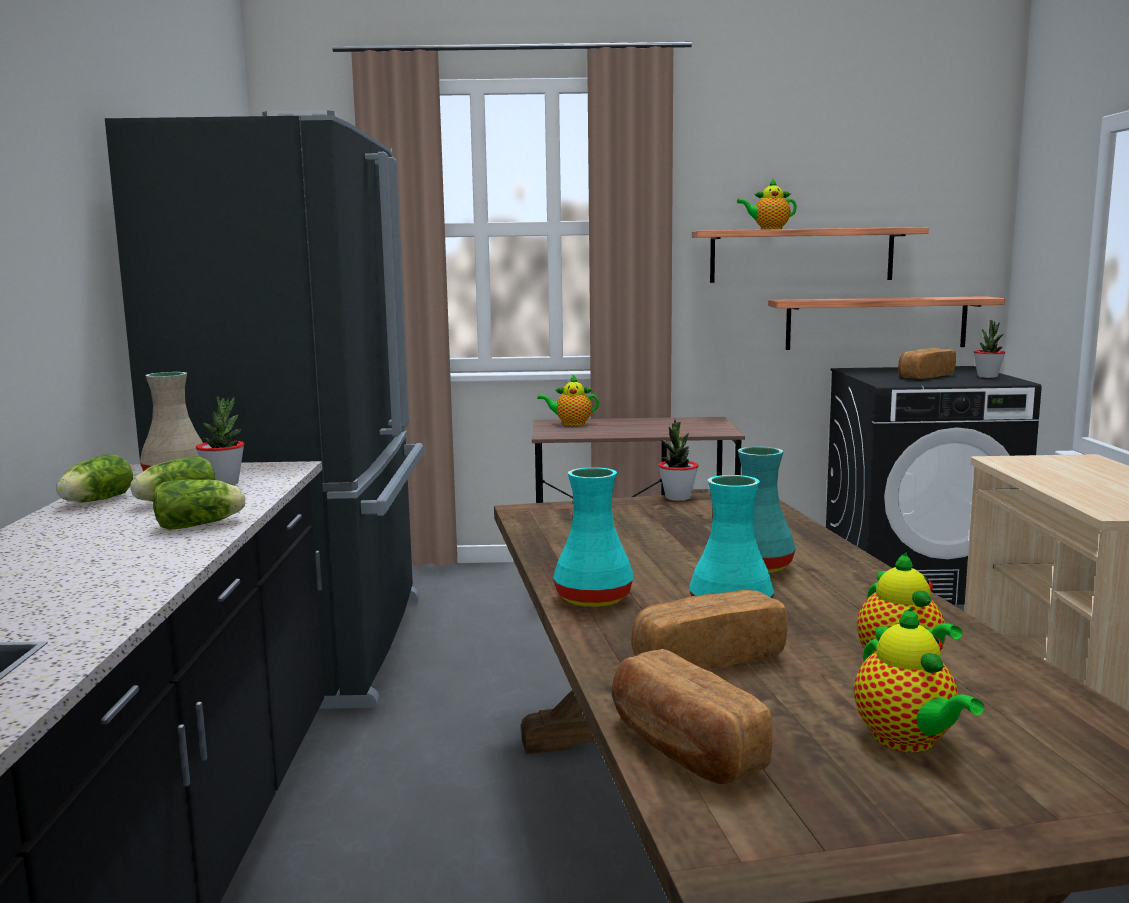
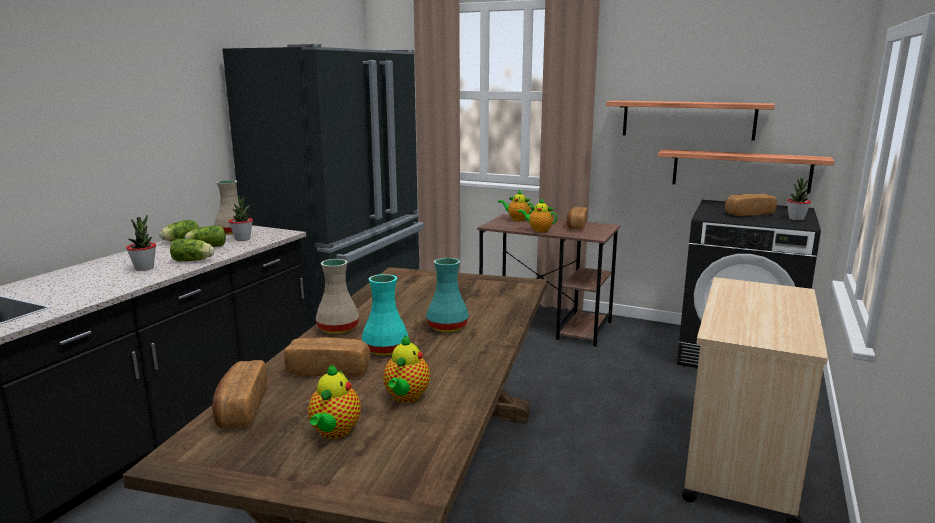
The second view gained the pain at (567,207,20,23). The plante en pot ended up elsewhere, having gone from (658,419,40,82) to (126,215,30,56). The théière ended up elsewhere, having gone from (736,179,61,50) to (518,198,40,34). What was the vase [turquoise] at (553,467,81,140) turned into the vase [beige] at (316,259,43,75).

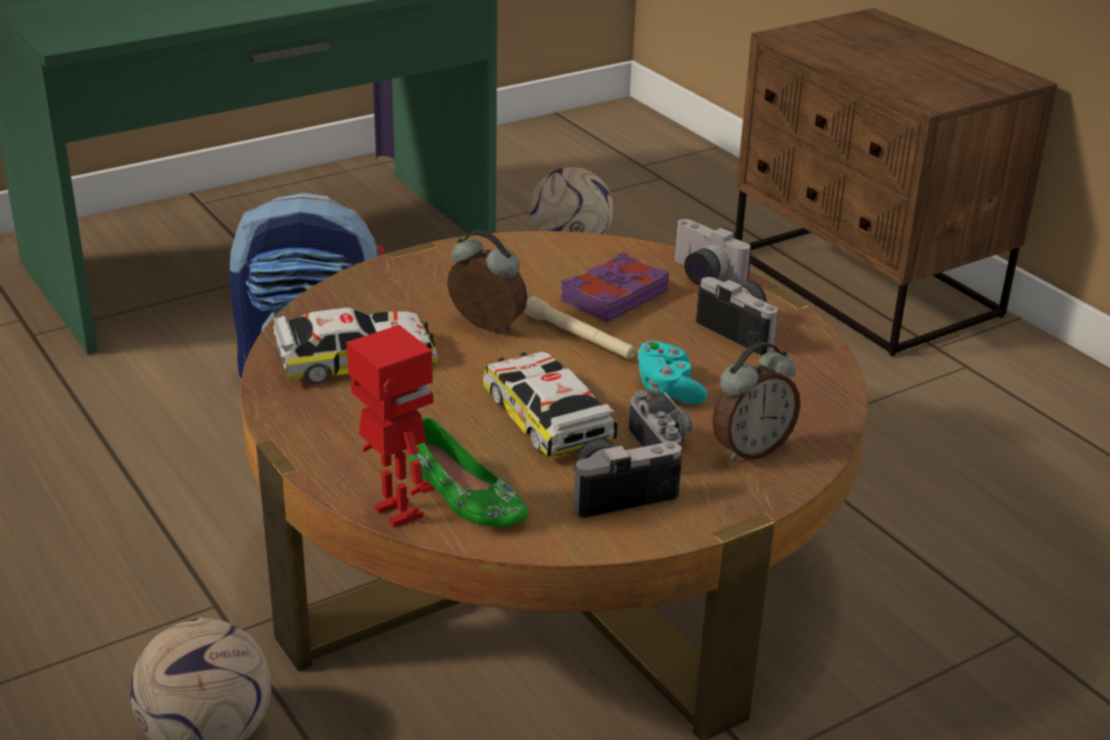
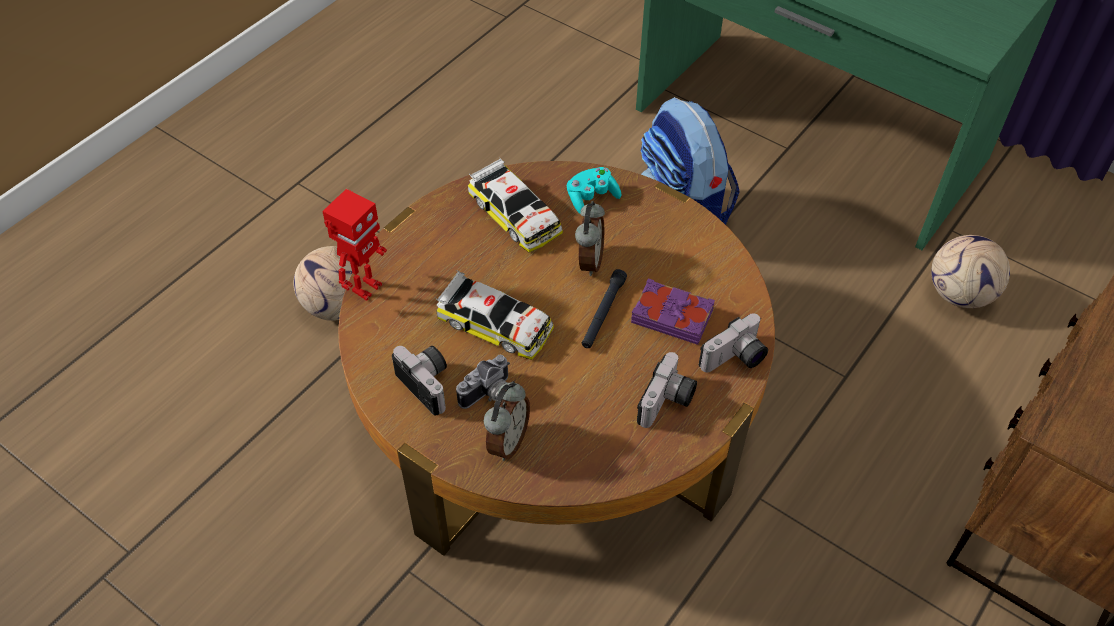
The second view lost the chaussure [vert] at (409,417,119,110). The manette [turquoise] ended up elsewhere, having gone from (637,340,71,64) to (567,167,54,47). What was the lampe de poche [beige] at (524,296,112,64) turned into the lampe de poche [noir] at (582,269,45,79). The petite voiture at (483,352,135,105) ended up facing another way, 75 degrees clockwise from before. The appareil photo at (675,219,76,66) ended up facing another way, 150 degrees counterclockwise from before. The réveil at (712,342,89,120) ended up facing another way, 105 degrees counterclockwise from before.

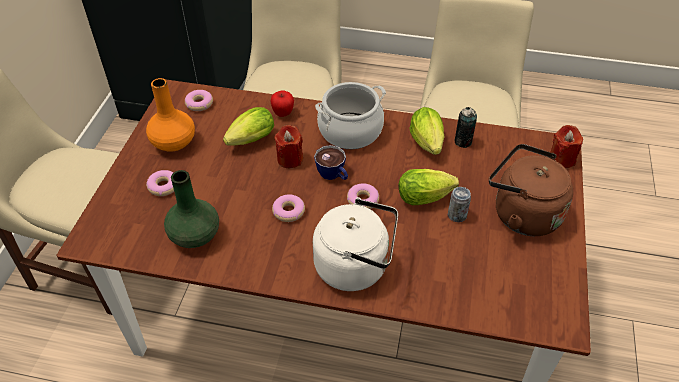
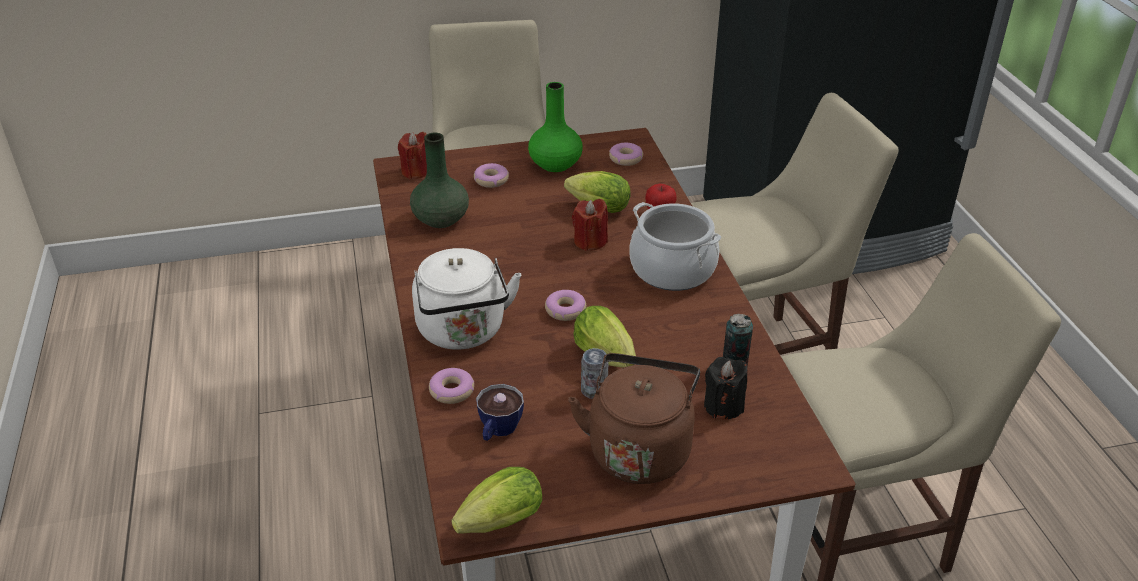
The second view gained the bougie [noir] at (704,357,44,62). The beignet ended up elsewhere, having gone from (272,194,33,28) to (429,368,45,36). The tasse ended up elsewhere, having gone from (314,145,34,35) to (476,384,48,57). The laitue ended up elsewhere, having gone from (409,107,36,48) to (451,467,91,66). The bougie [rouge] ended up elsewhere, having gone from (551,125,32,43) to (398,132,29,47). What was the vase [orange] at (146,78,49,73) turned into the vase [vert] at (528,82,55,90).

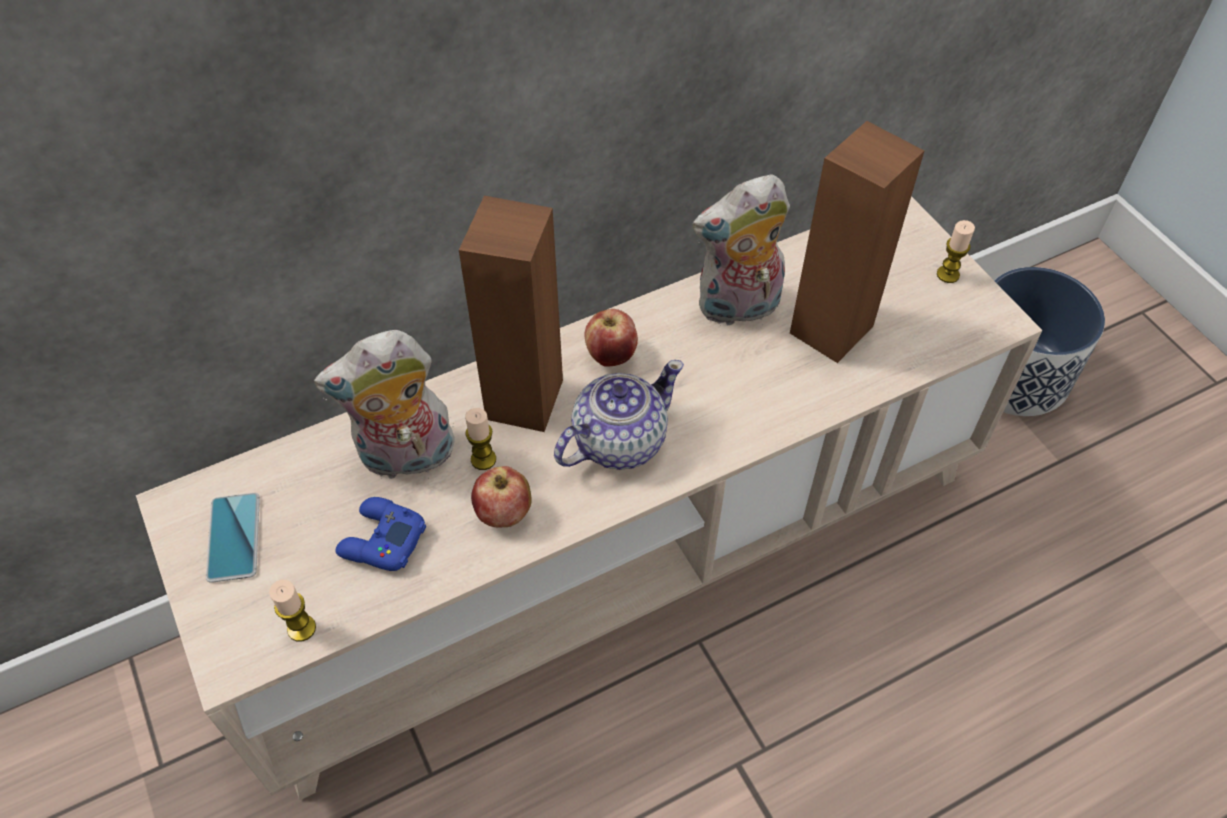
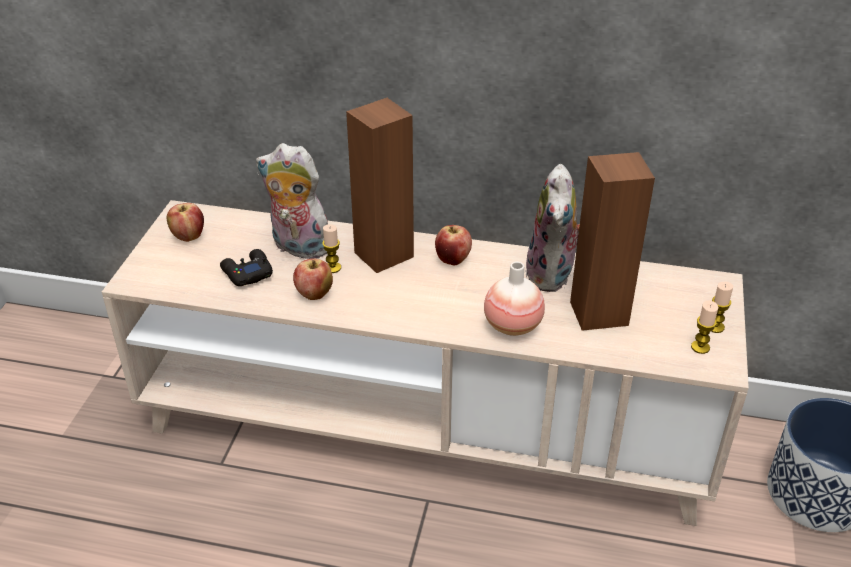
The second view lost the théière at (554,360,130,110). The second view gained the vase at (484,262,61,74). The bougie ended up elsewhere, having gone from (269,580,47,62) to (691,301,27,53). Where the téléphone stood at (206,493,54,90), the pomme came to stand at (167,203,37,39). What was the manette [bleu] at (336,497,90,74) turned into the manette [noir] at (220,249,53,37). The peluche at (692,174,98,152) ended up facing another way, 105 degrees counterclockwise from before.

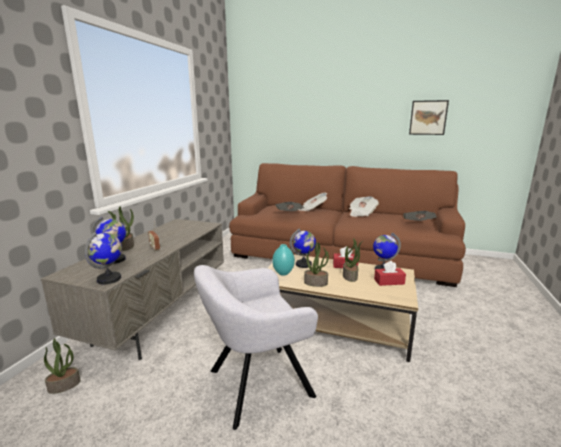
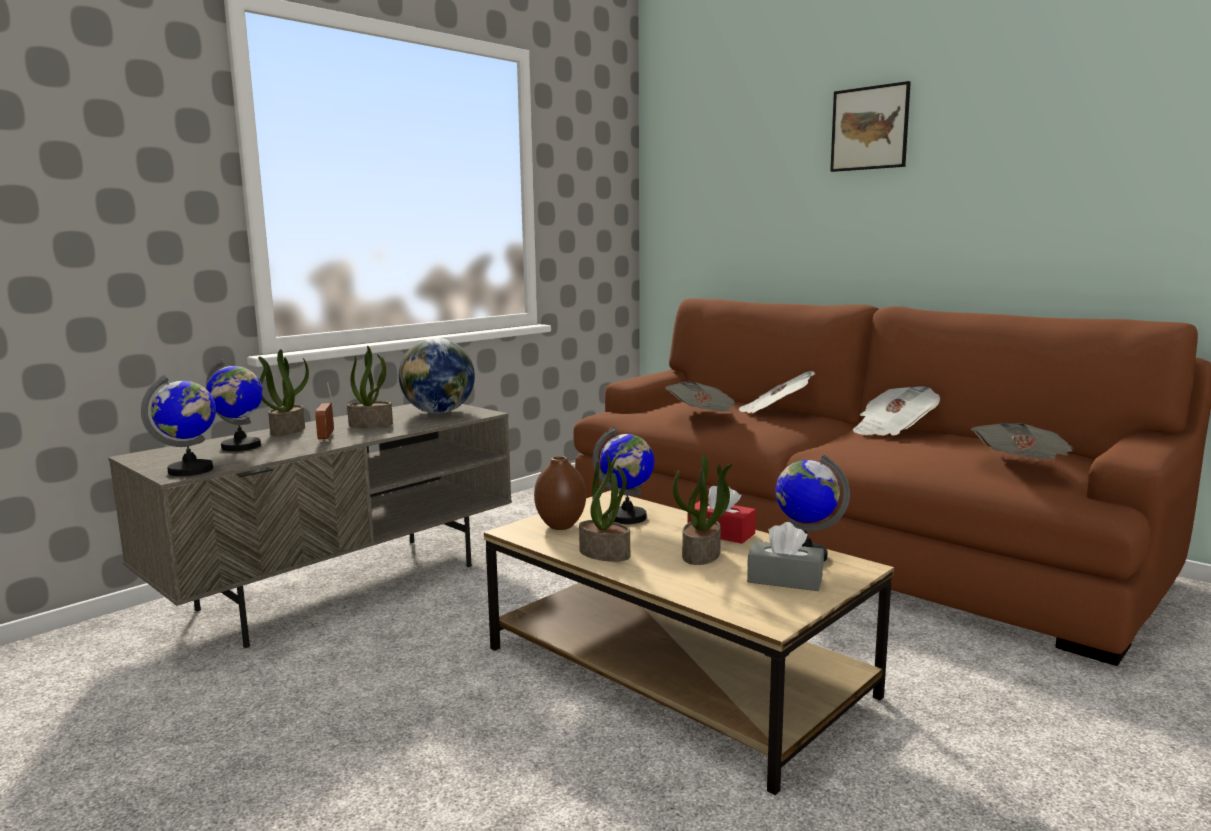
The second view lost the fauteuil [gris] at (194,265,124,165). The second view gained the globe at (399,338,76,76). The plante en pot ended up elsewhere, having gone from (44,338,37,56) to (347,346,46,82). The tableau ended up elsewhere, having gone from (409,100,40,35) to (830,81,81,91). What was the vase [turquoise] at (272,244,23,32) turned into the vase [marron] at (534,456,52,74). What was the boîte à mouchoirs [rouge] at (374,261,32,25) turned into the boîte à mouchoirs [gris] at (747,522,77,69).

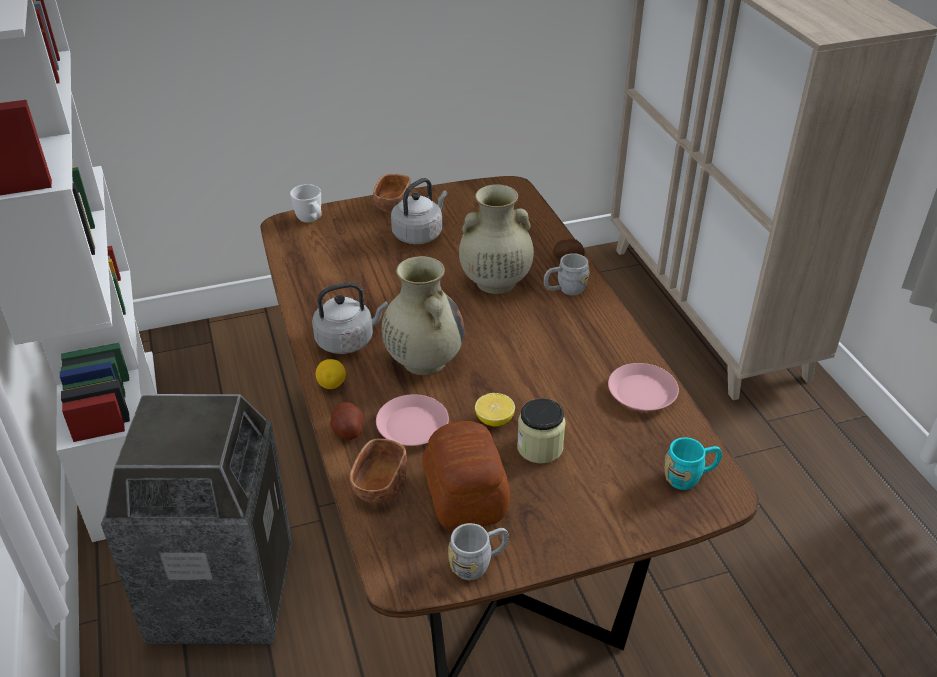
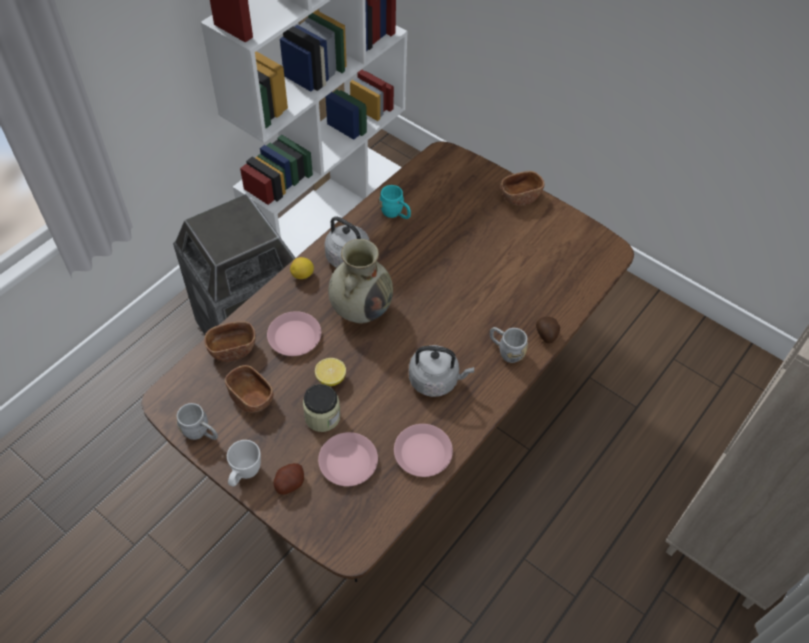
The second view lost the vase [beige] at (459,185,75,109). The second view gained the assiette [rose] at (318,432,60,54). The mug [blanc] ended up elsewhere, having gone from (290,184,32,39) to (227,440,34,47). The pomme de terre ended up elsewhere, having gone from (330,402,33,38) to (274,463,30,32). The bouilloire [gris] ended up elsewhere, having gone from (391,178,56,66) to (409,345,65,52). The mug [turquoise] ended up elsewhere, having gone from (664,437,58,53) to (379,185,32,34). Where the pain stood at (422,421,88,110), the bol [marron] came to stand at (225,365,49,47).

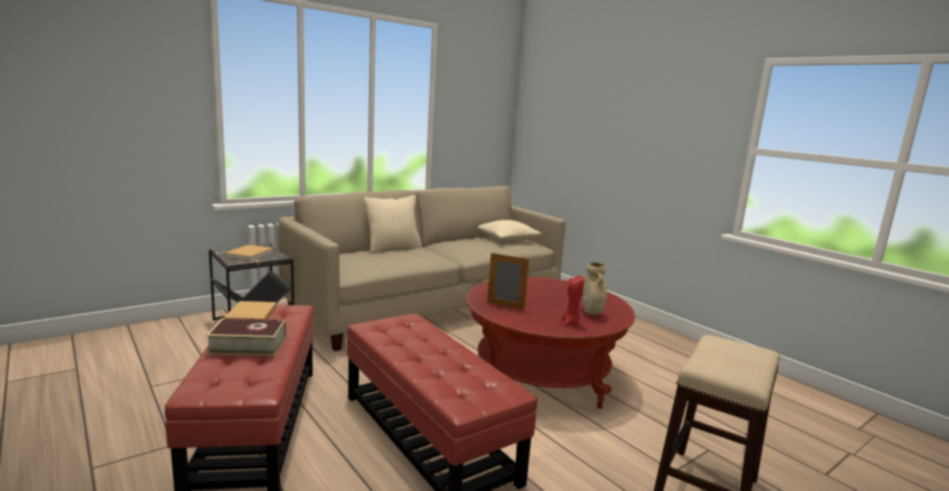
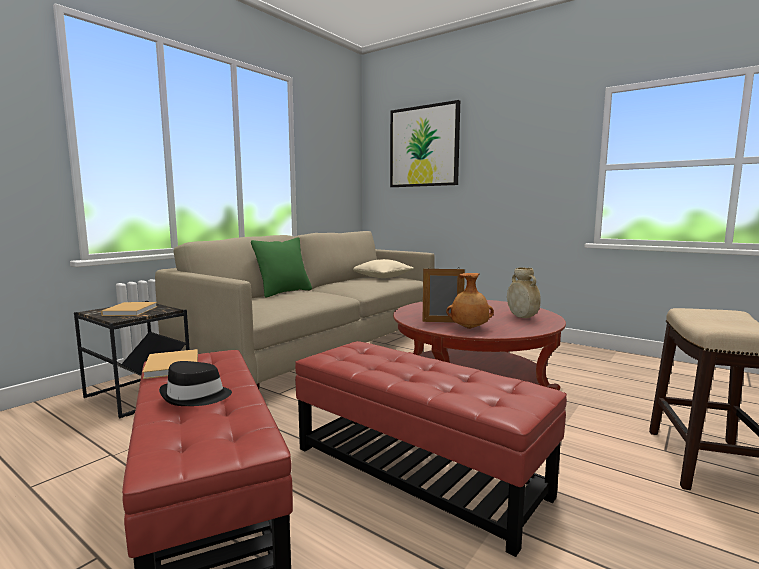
The second view lost the bougie [rouge] at (562,276,22,49). The second view gained the tableau at (390,100,70,87). The second view gained the vase [marron] at (446,273,48,56). Where the livre stood at (206,318,80,38), the chapeau [noir] came to stand at (159,361,73,45). What was the coussin [beige] at (364,195,58,58) turned into the coussin [vert] at (251,237,61,61).

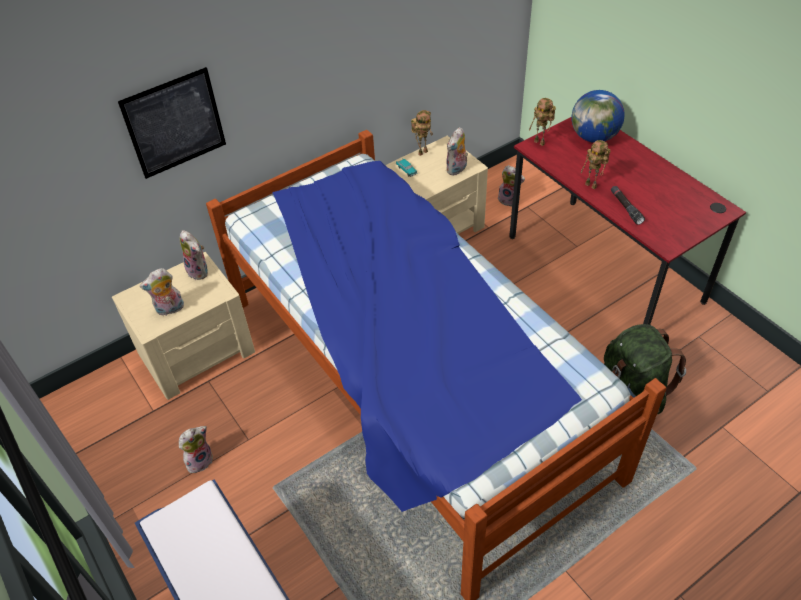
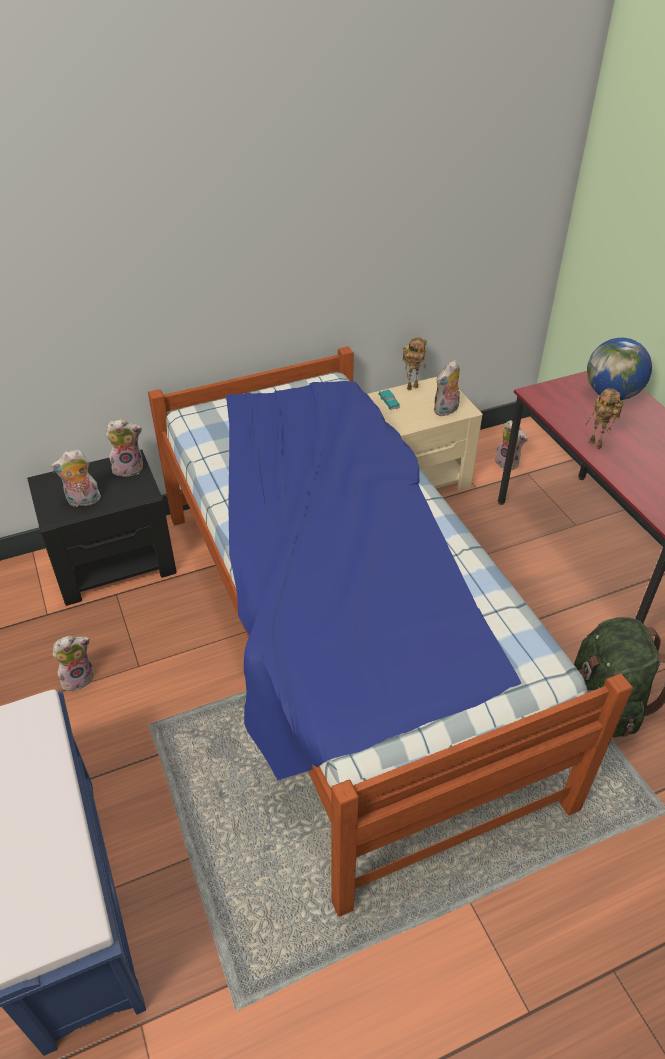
The second view lost the tableau at (118,67,108,112). The second view lost the robot jouet at (529,98,27,48). The second view lost the lampe de poche [noir] at (611,186,34,39). What was the table de chevet [beige] at (112,252,143,148) turned into the table de chevet [noir] at (27,450,150,156). The peluche at (180,230,29,50) ended up facing another way, 75 degrees counterclockwise from before.

